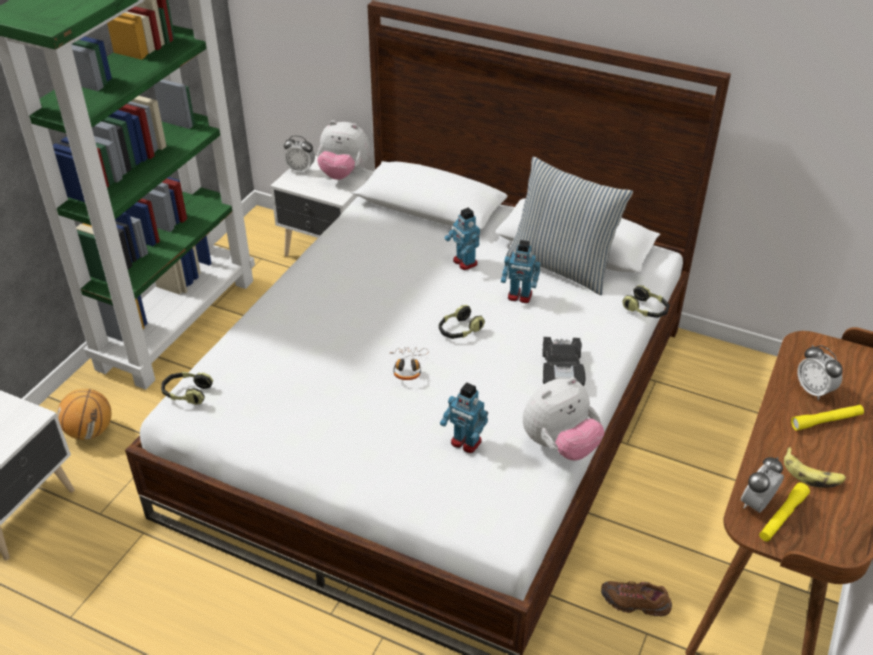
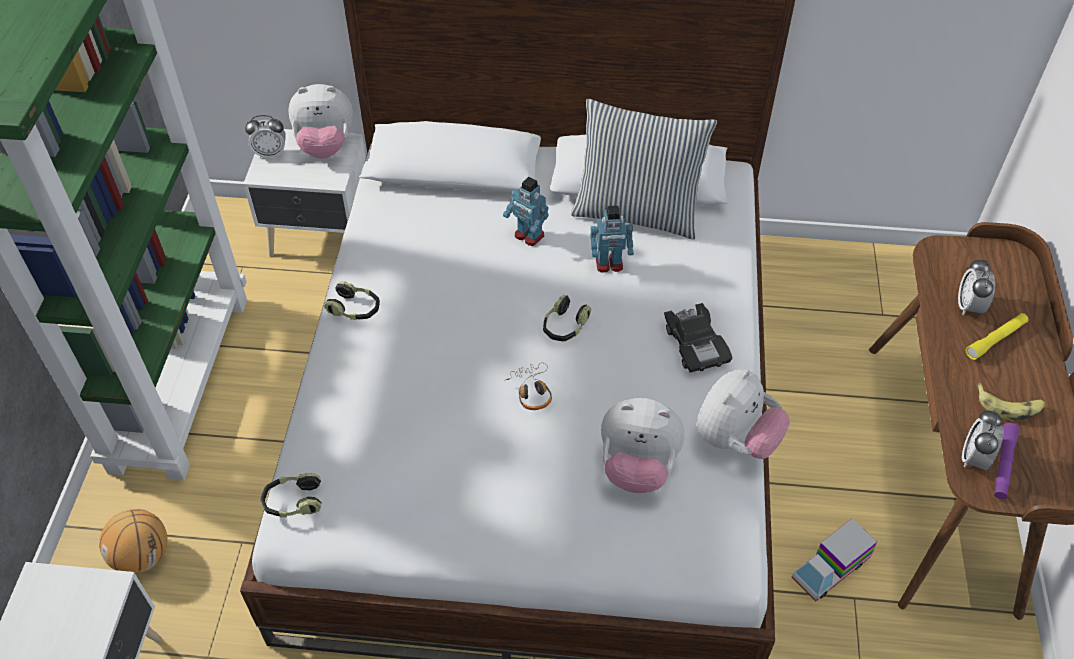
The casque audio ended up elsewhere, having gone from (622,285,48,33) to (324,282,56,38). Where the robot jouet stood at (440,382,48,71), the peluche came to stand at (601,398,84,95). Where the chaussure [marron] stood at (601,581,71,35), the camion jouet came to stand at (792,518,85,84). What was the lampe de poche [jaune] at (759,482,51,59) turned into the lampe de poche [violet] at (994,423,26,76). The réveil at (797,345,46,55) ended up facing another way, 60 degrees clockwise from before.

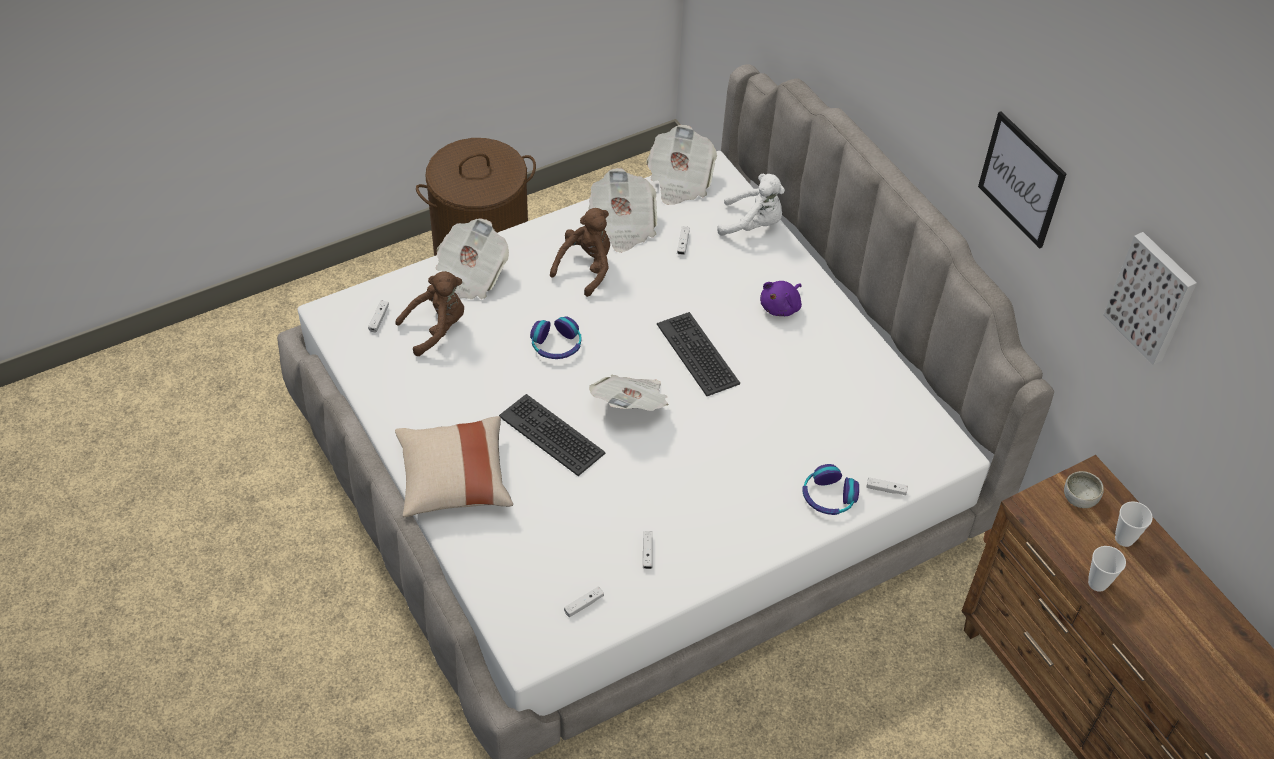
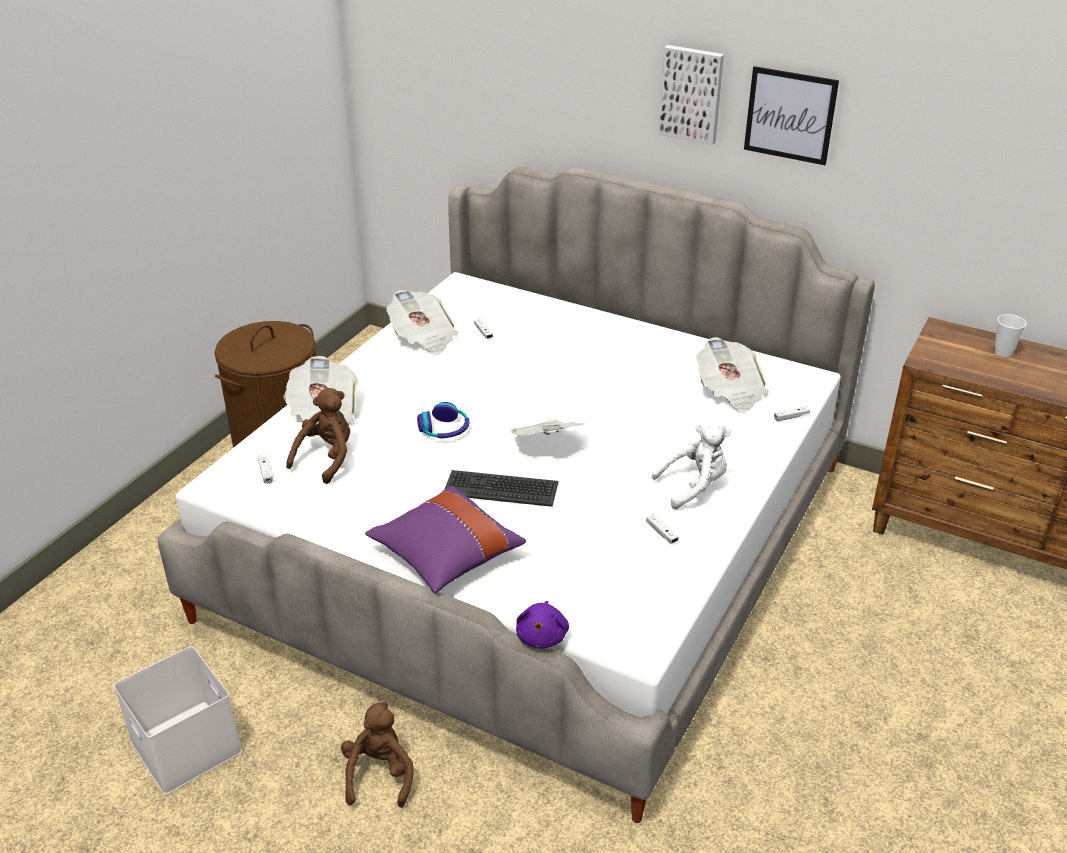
The second view lost the manette [blanc] at (564,587,40,30). The second view lost the clavier at (657,312,83,84). The second view lost the casque audio at (802,464,57,51). The second view lost the bol at (1064,471,40,37). The second view lost the tasse at (1088,546,38,46). The second view gained the boîte de rangement [blanc] at (114,646,128,148). The peluche [marron] ended up elsewhere, having gone from (550,208,60,89) to (341,701,72,106). The journal ended up elsewhere, having gone from (646,125,71,80) to (696,337,73,76). The peluche [blanc] ended up elsewhere, having gone from (717,174,68,62) to (652,419,79,90). The peluche [violet] ended up elsewhere, having gone from (760,281,42,35) to (516,601,53,48). The tableau ended up elsewhere, having gone from (1103,232,94,133) to (659,45,65,100). What was the coussin [beige] at (395,416,118,101) turned into the coussin [violet] at (365,485,161,108).

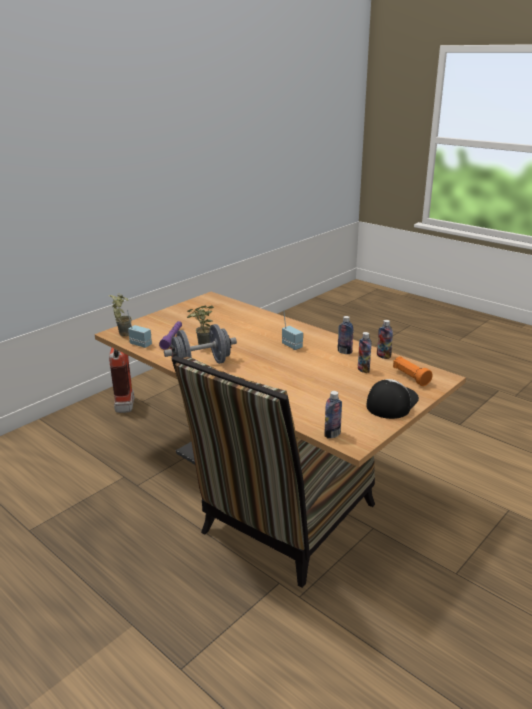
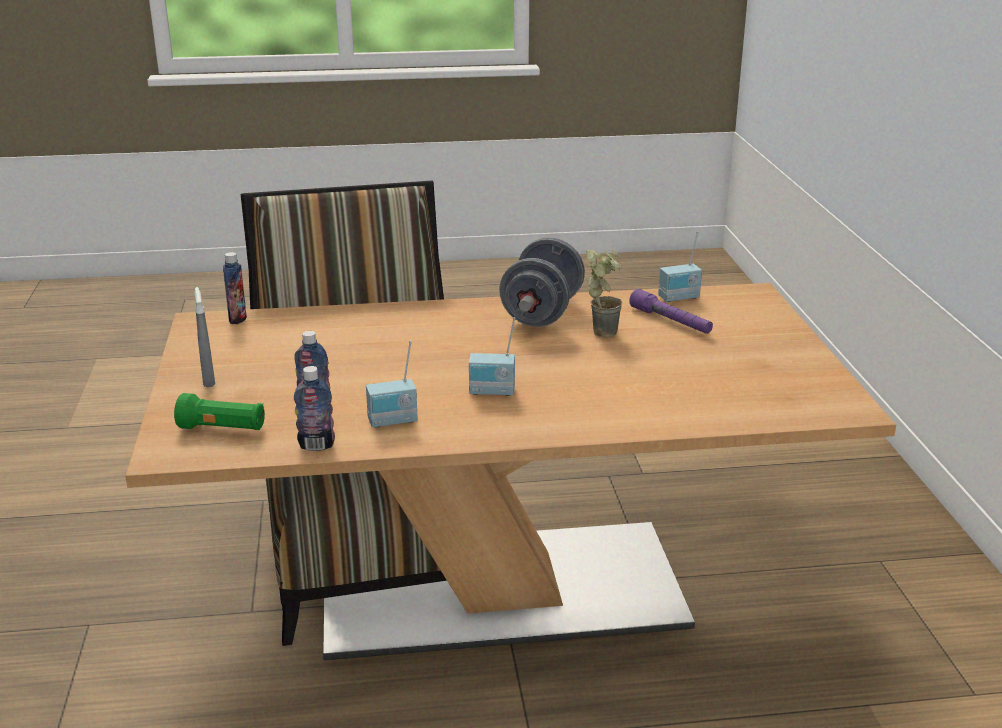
The second view lost the plante en pot at (109,294,23,42). The second view lost the extincteur at (109,348,25,65). Where the bouteille stood at (338,316,16,38), the radio came to stand at (366,340,52,88). Where the casquette stood at (366,379,53,40), the vaporisateur [gris] came to stand at (194,287,21,100). What was the lampe de poche [orange] at (393,357,39,29) turned into the lampe de poche [vert] at (174,393,91,37).

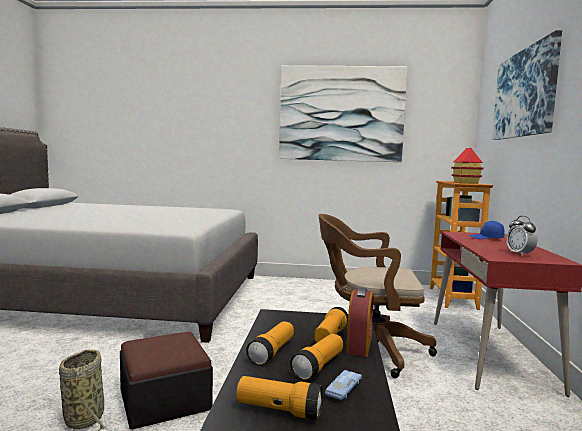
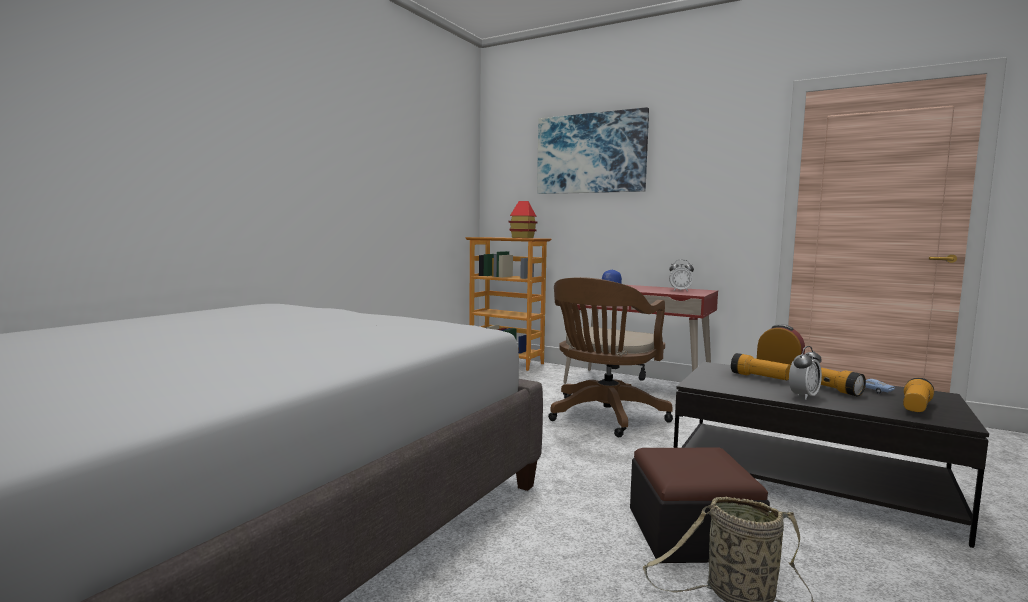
The second view lost the tableau at (279,65,128,97). Where the lampe de poche stood at (246,321,48,45), the réveil came to stand at (789,346,33,54).

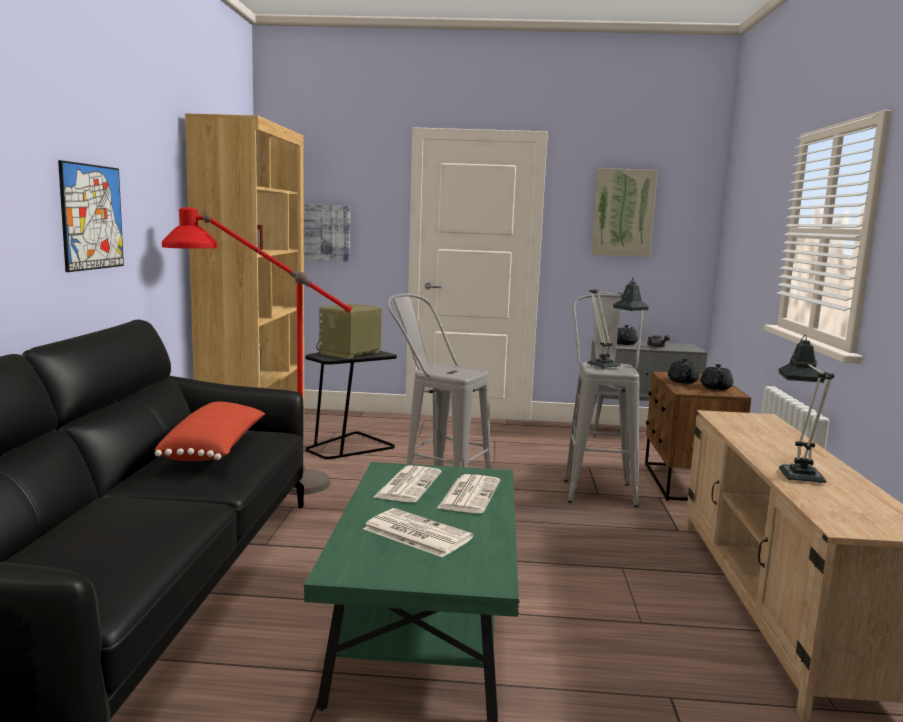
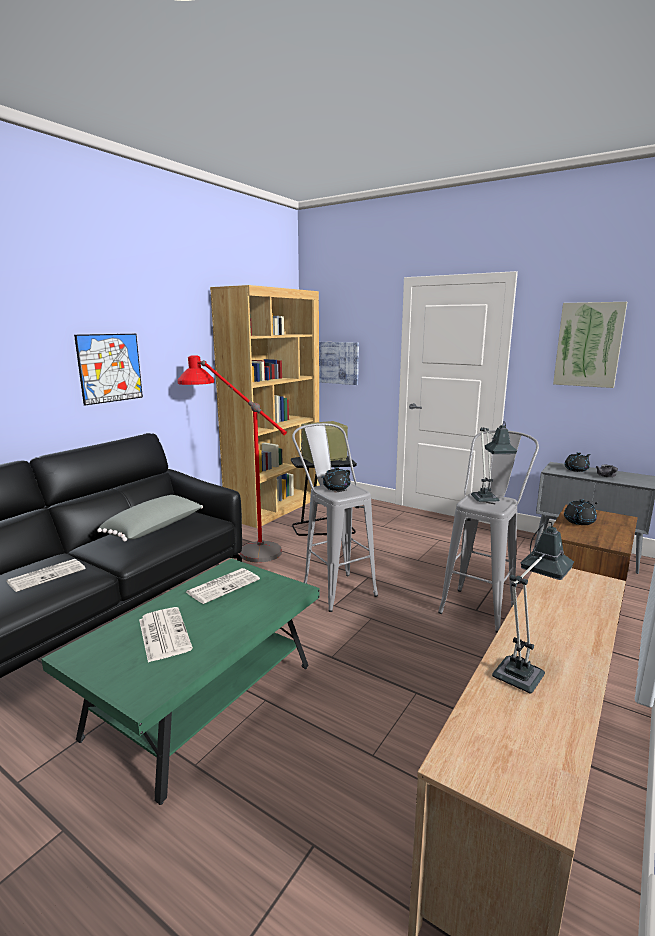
The journal ended up elsewhere, having gone from (437,474,63,39) to (6,559,80,33). The théière [noir] ended up elsewhere, having gone from (700,364,33,26) to (322,467,28,24). What was the coussin [rouge] at (155,402,110,59) turned into the coussin [gris] at (97,495,106,47).

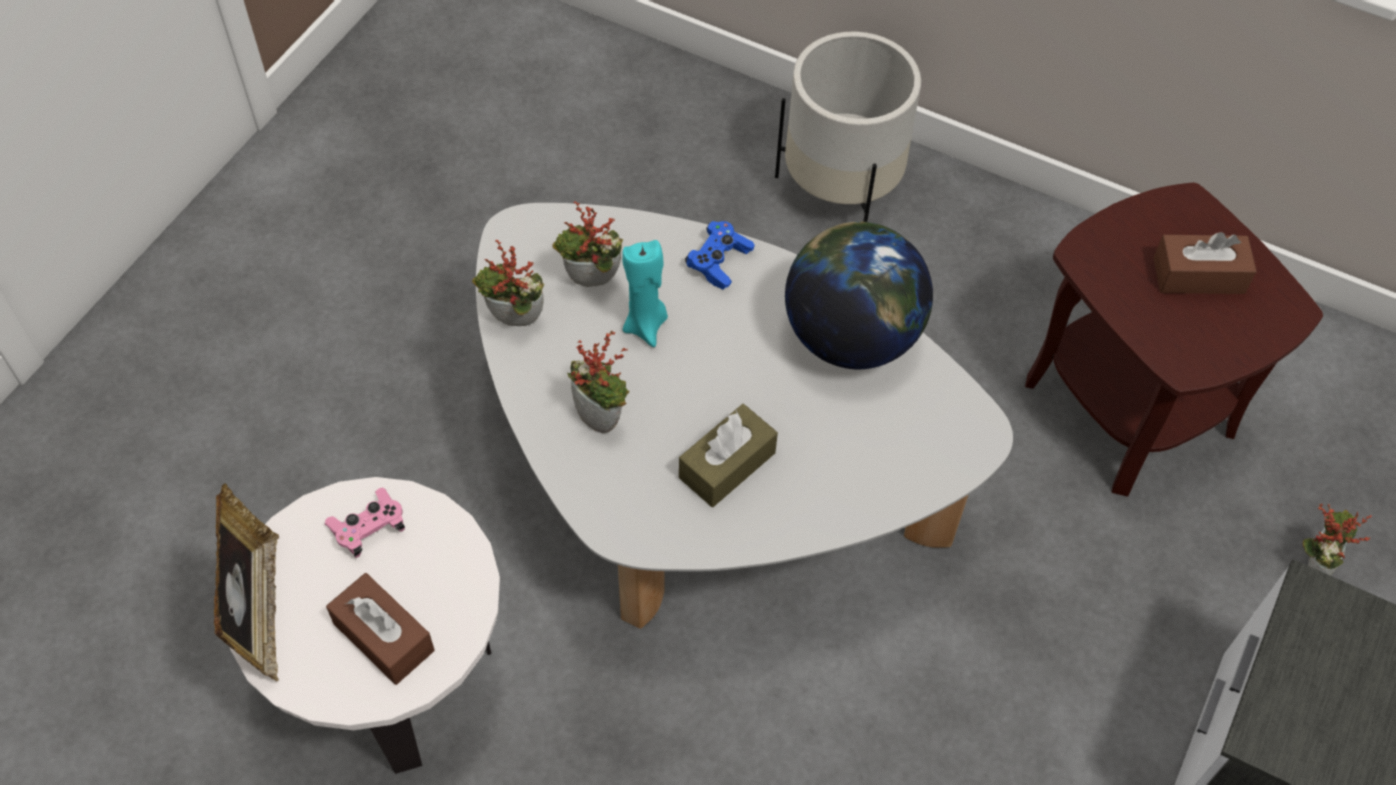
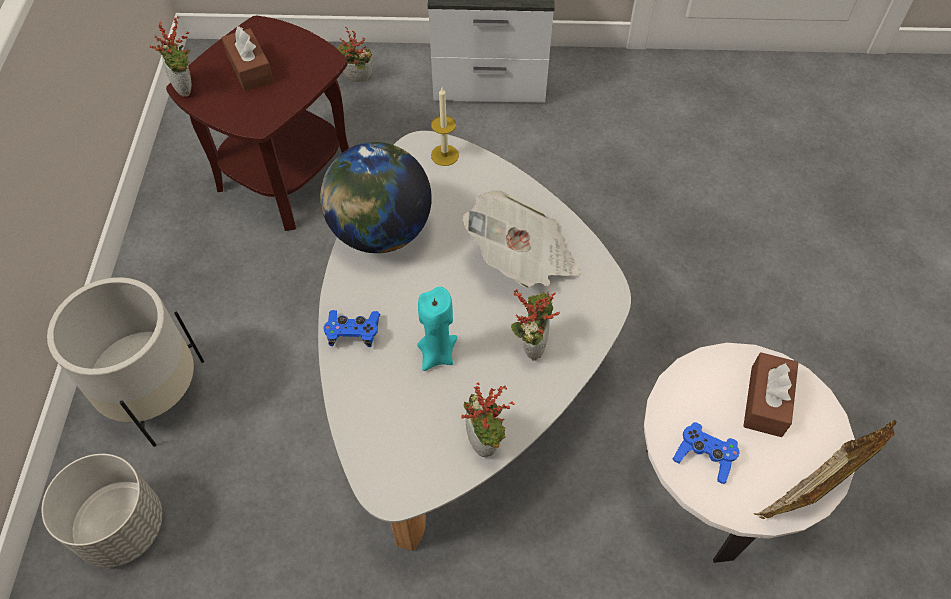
The second view gained the cache-pot [gris] at (41,454,122,114). The second view gained the bougie at (431,88,28,78). The plante en pot ended up elsewhere, having gone from (552,201,71,86) to (149,16,42,81). Where the boîte à mouchoirs [marron] stood at (679,404,99,103), the journal came to stand at (462,190,118,97). What was the manette [rose] at (324,488,81,70) turned into the manette [bleu] at (672,422,67,62).

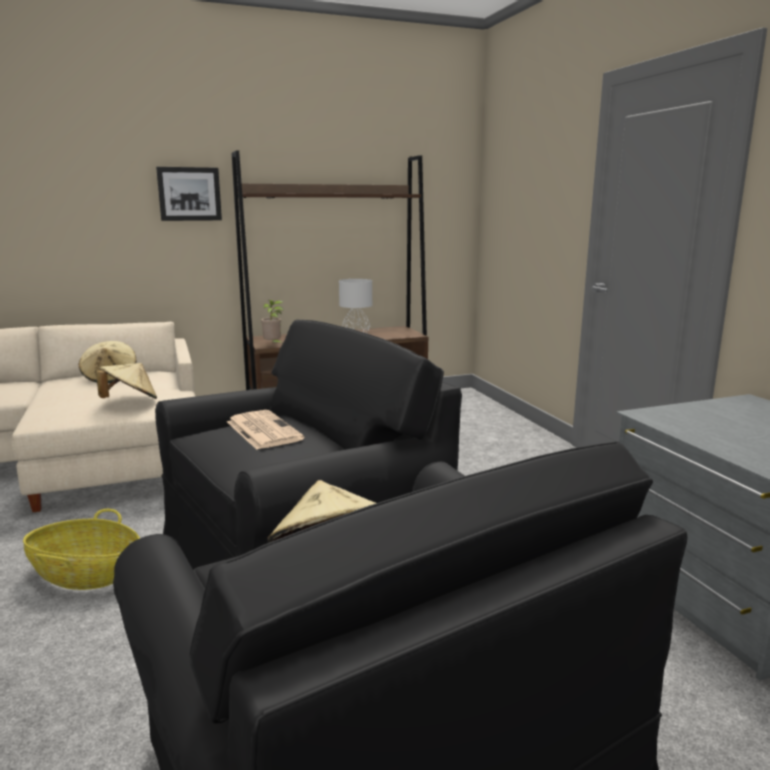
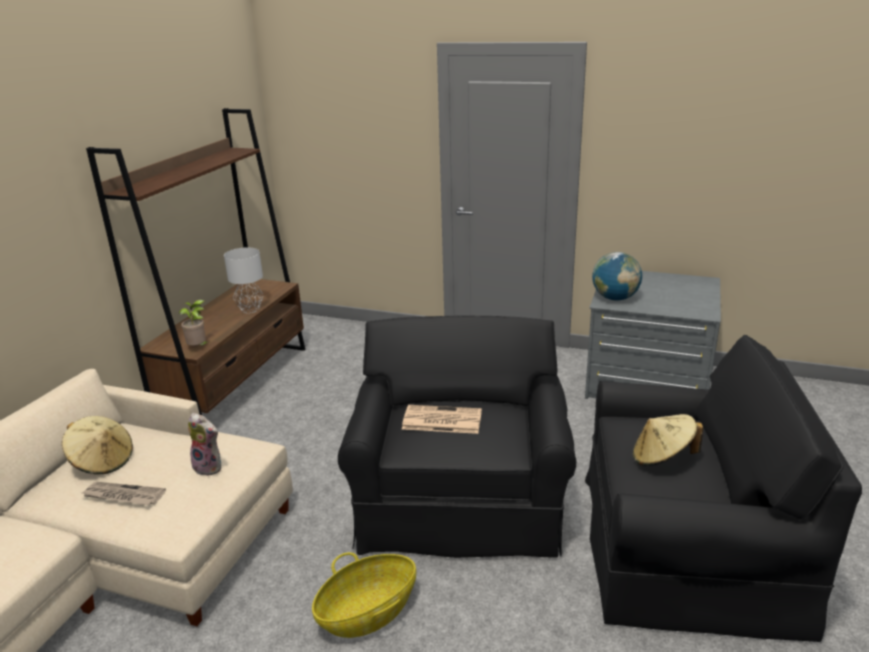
The second view lost the tableau at (156,167,66,54). The second view gained the journal at (82,482,84,23). The second view gained the globe at (592,252,50,49). Where the chapeau [beige] stood at (96,363,61,36), the peluche came to stand at (188,413,33,63).

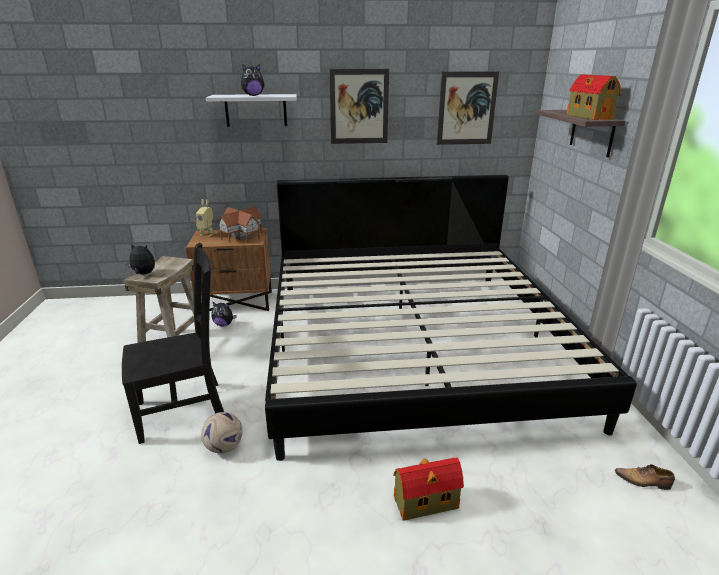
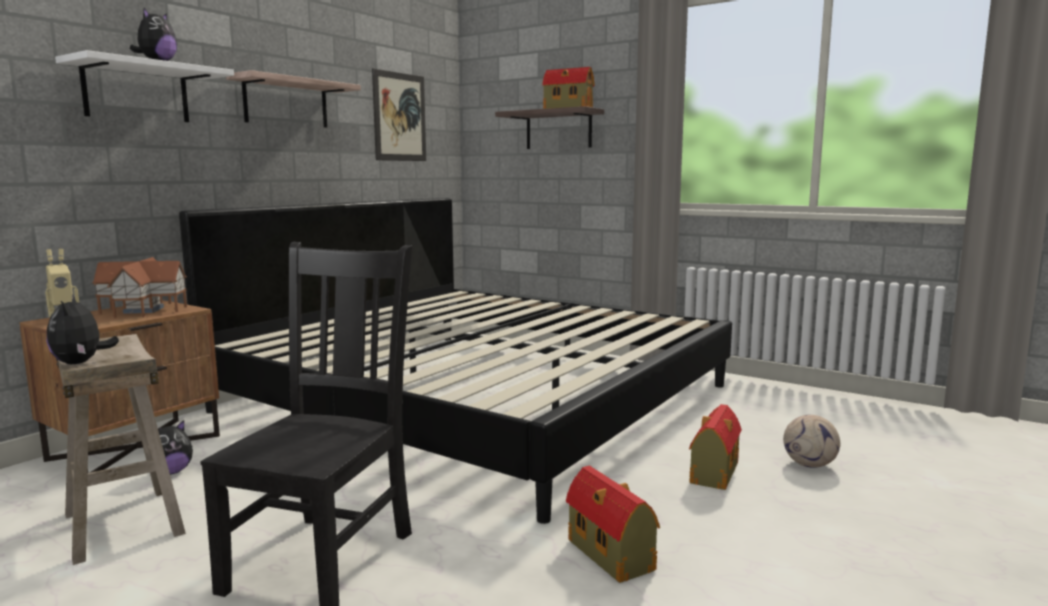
The second view lost the chaussure at (615,464,60,26). The second view gained the maison miniature at (566,465,94,118). The ballon de foot ended up elsewhere, having gone from (201,412,42,41) to (783,415,57,53). Where the tableau hung at (329,69,60,75), the étagère came to hang at (226,70,135,58). The peluche at (125,243,30,31) ended up facing another way, 75 degrees counterclockwise from before.

